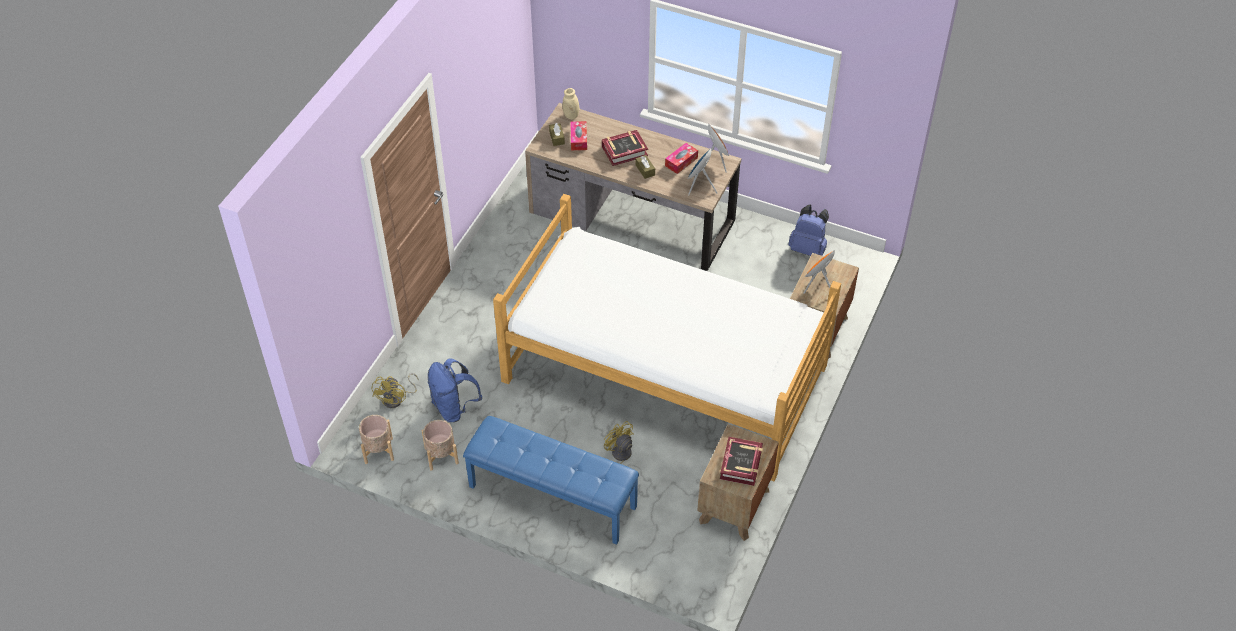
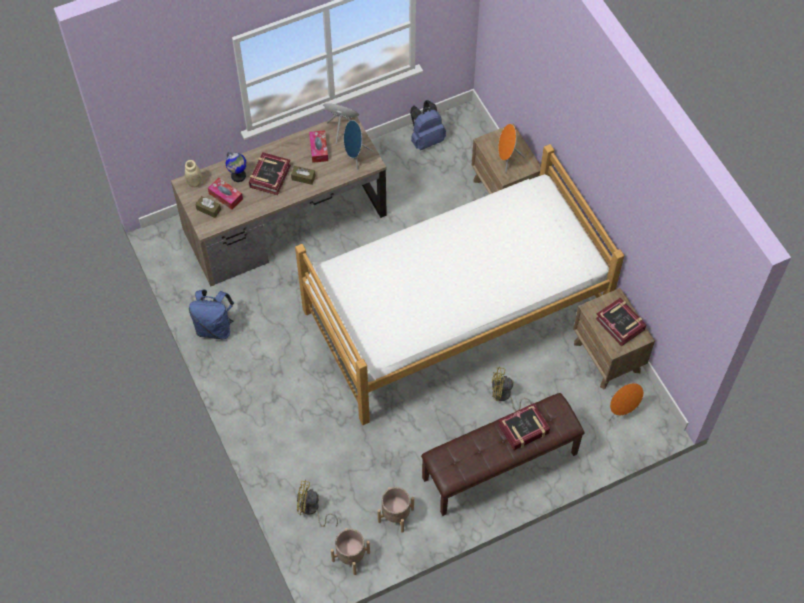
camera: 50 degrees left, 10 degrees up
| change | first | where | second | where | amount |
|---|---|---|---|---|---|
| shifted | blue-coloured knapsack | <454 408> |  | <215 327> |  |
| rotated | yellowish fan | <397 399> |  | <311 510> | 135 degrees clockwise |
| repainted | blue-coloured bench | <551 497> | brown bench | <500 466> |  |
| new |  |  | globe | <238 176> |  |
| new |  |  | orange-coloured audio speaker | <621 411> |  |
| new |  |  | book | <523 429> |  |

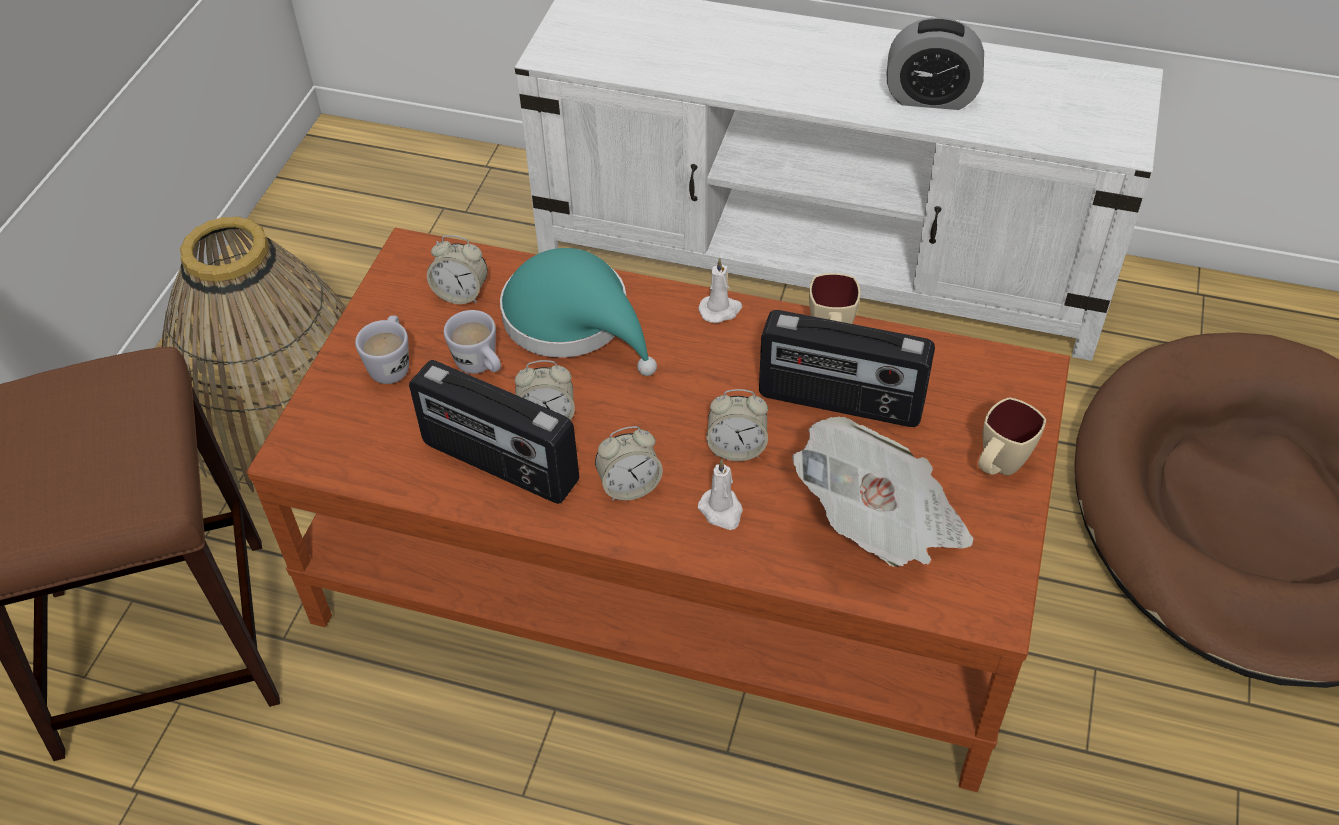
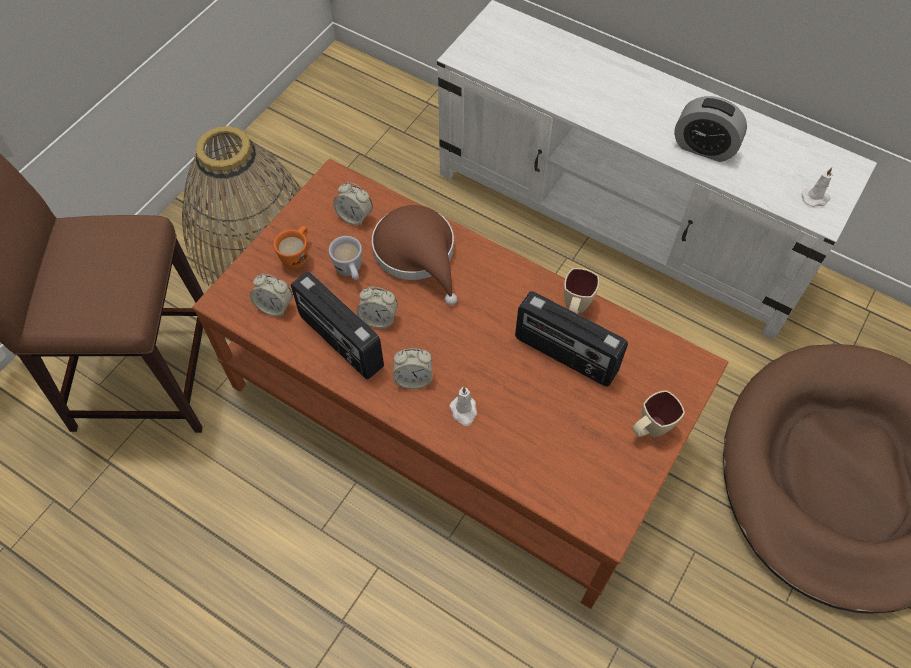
camera: 15 degrees right, 10 degrees up
| change | first | where | second | where | amount |
|---|---|---|---|---|---|
| repainted | turquoise-coloured clothing hat | <574 321> | brown clothing hat | <418 254> |  |
| shifted | white-coloured wax light | <720 310> |  | <815 198> |  |
| repainted | white-coloured tea mug | <392 364> | orange-coloured tea mug | <298 256> |  |
| shifted | bedside clock | <736 448> |  | <275 306> |  |
| gone | daily paper | <881 523> |  |  |  |

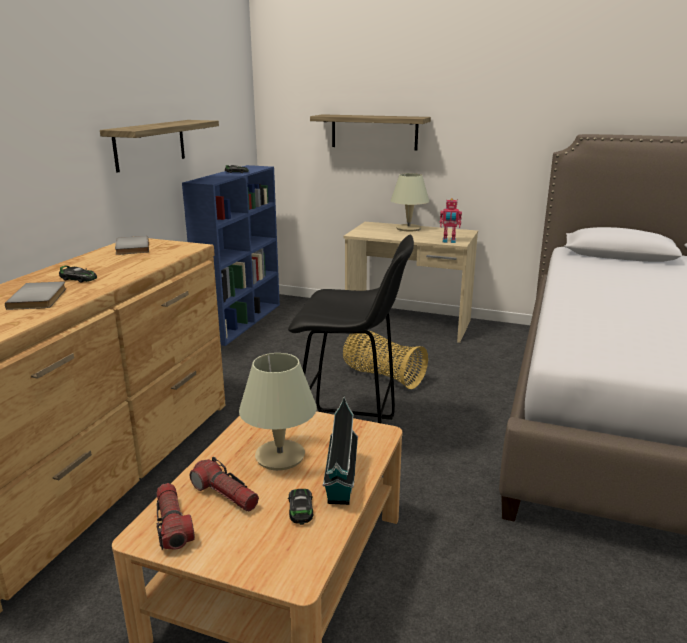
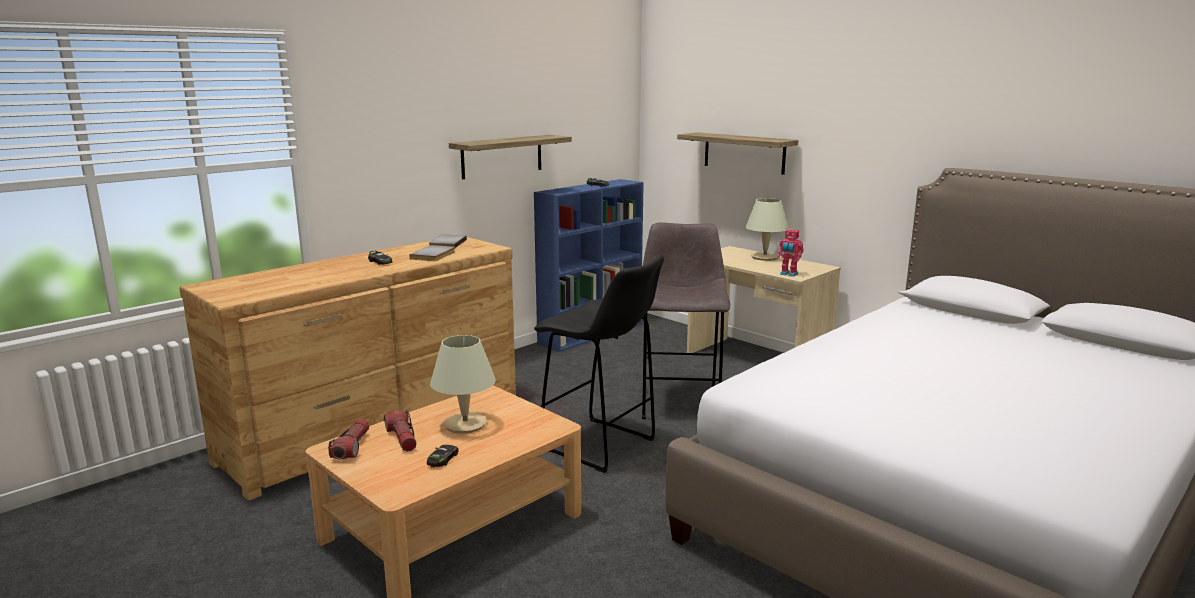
camera: 25 degrees right, 5 degrees down
| change | first | where | second | where | amount |
|---|---|---|---|---|---|
| shifted | grey book | <40 298> |  | <434 255> |  |
| swapped | storage basket | <382 376> | grey stool | <680 403> |  |
| gone | model house | <341 481> |  |  |  |

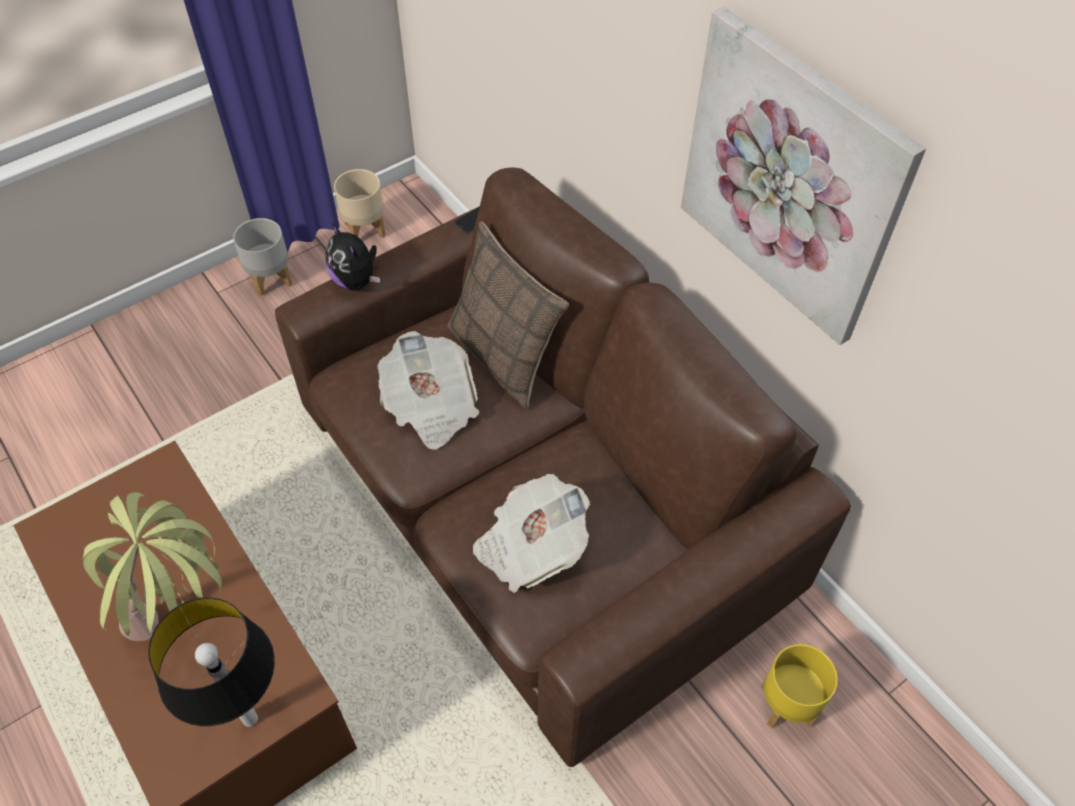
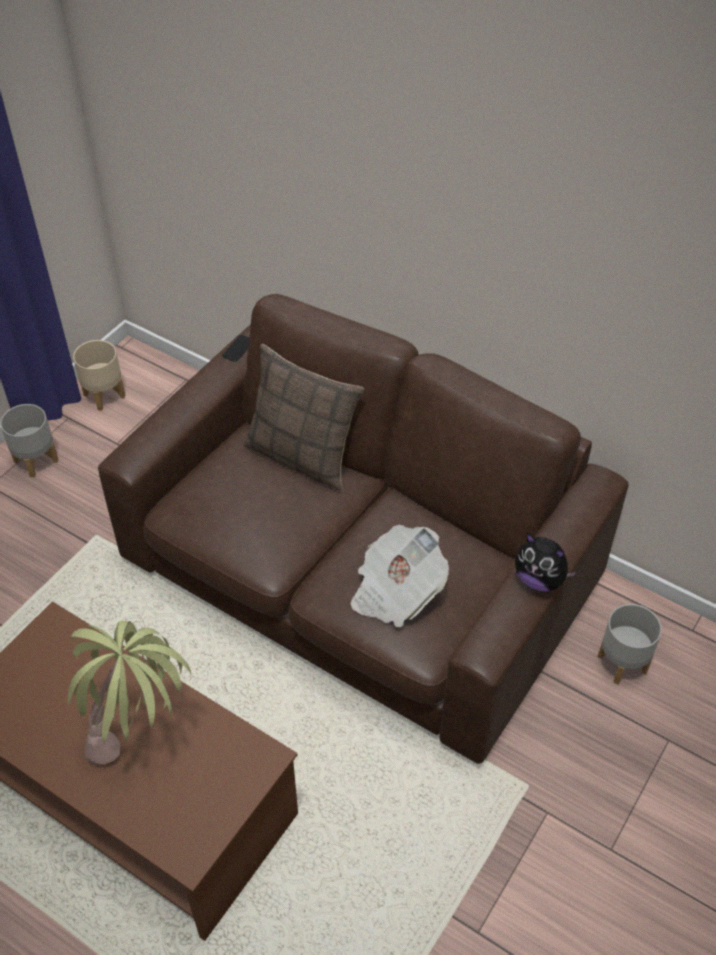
camera: 20 degrees left, 5 degrees down
| change | first | where | second | where | amount |
|---|---|---|---|---|---|
| gone | wall art | <791 178> |  |  |  |
| shifted | cuddly toy | <356 280> |  | <539 579> |  |
| gone | daily paper | <431 406> |  |  |  |
| gone | table lamp | <249 719> |  |  |  |
| repainted | yellowish flower pot | <787 706> | grey flower pot | <622 664> |  |

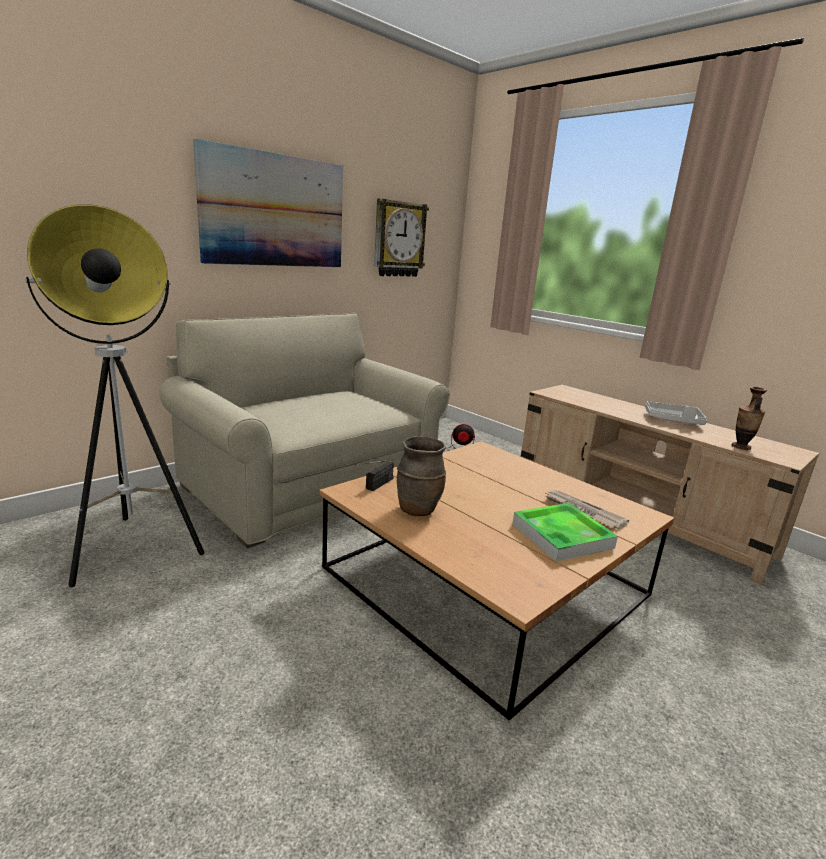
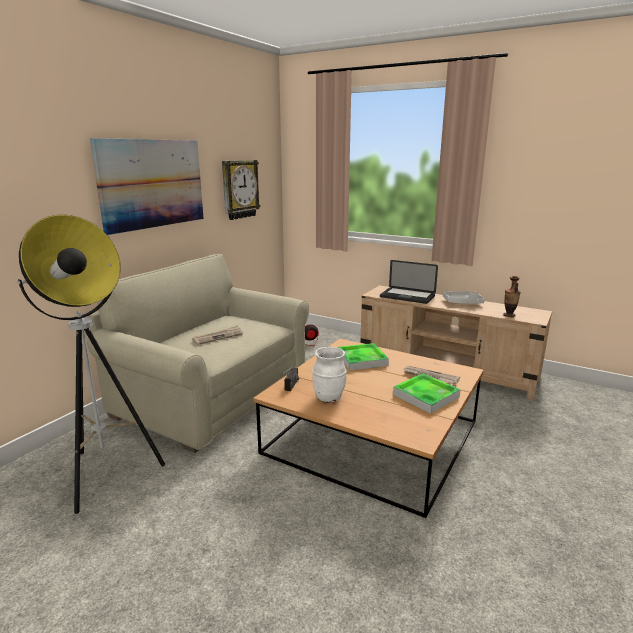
camera: 15 degrees left, 0 degrees up
| change | first | where | second | where | amount |
|---|---|---|---|---|---|
| repainted | brown vase | <418 509> | white-coloured vase | <328 398> |  |
| new |  |  | notebook computer | <407 296> |  |
| new |  |  | daily paper | <218 337> |  |
| new |  |  | carrying tray | <362 359> |  |

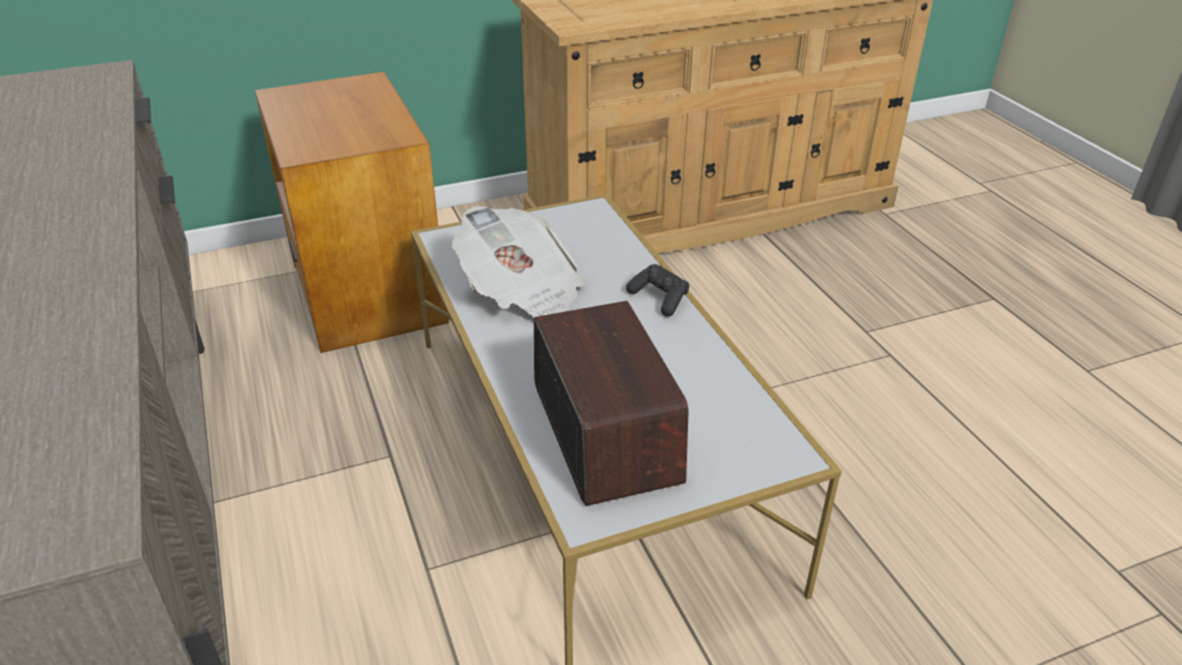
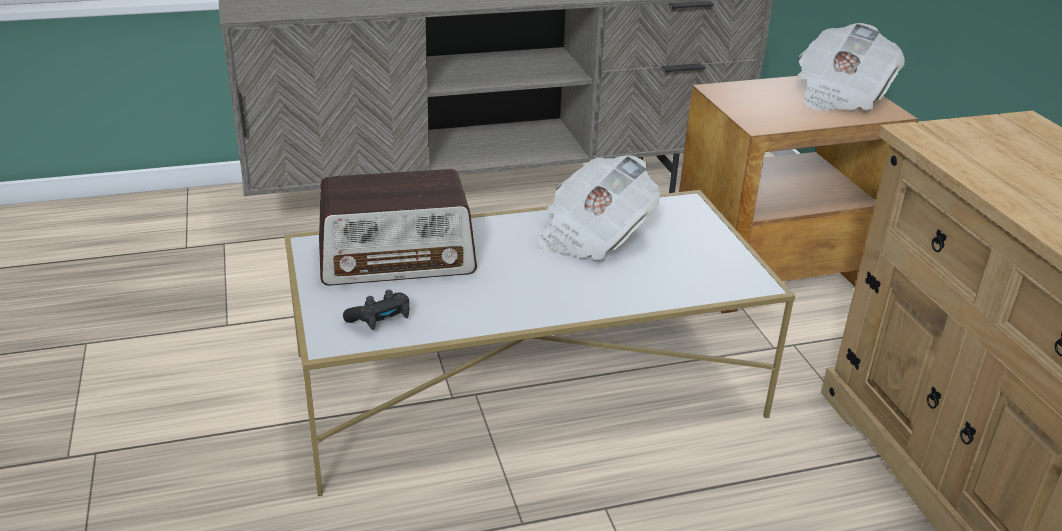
camera: 95 degrees right, 5 degrees down
| change | first | where | second | where | amount |
|---|---|---|---|---|---|
| shifted | black game controller | <659 298> |  | <381 320> |  |
| new |  |  | daily paper | <840 95> |  |

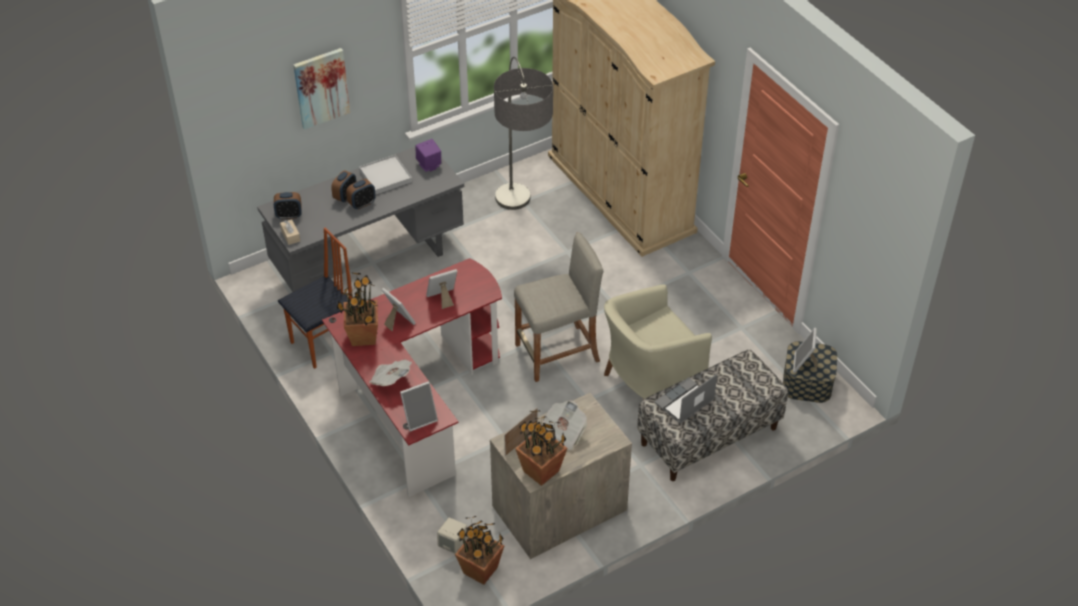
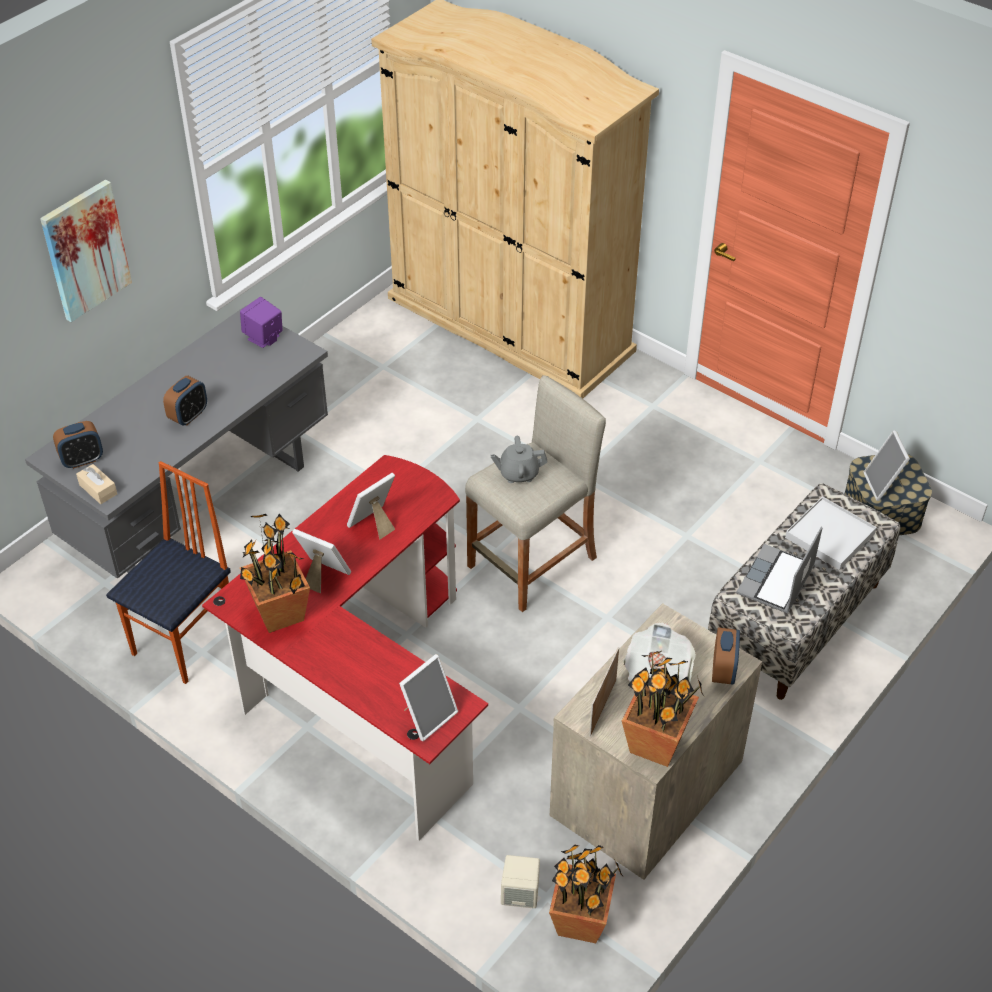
camera: 20 degrees left, 0 degrees up
| change | first | where | second | where | amount |
|---|---|---|---|---|---|
| gone | standard lamp | <520 226> |  |  |  |
| shifted | white-coloured carrying tray | <385 176> |  | <829 536> |  |
| shifted | bedside clock | <345 196> |  | <723 671> |  |
| gone | sand-coloured armchair | <650 382> |  |  |  |
| gone | daily paper | <391 380> |  |  |  |
| new |  |  | grey pot for tea | <518 473> |  |

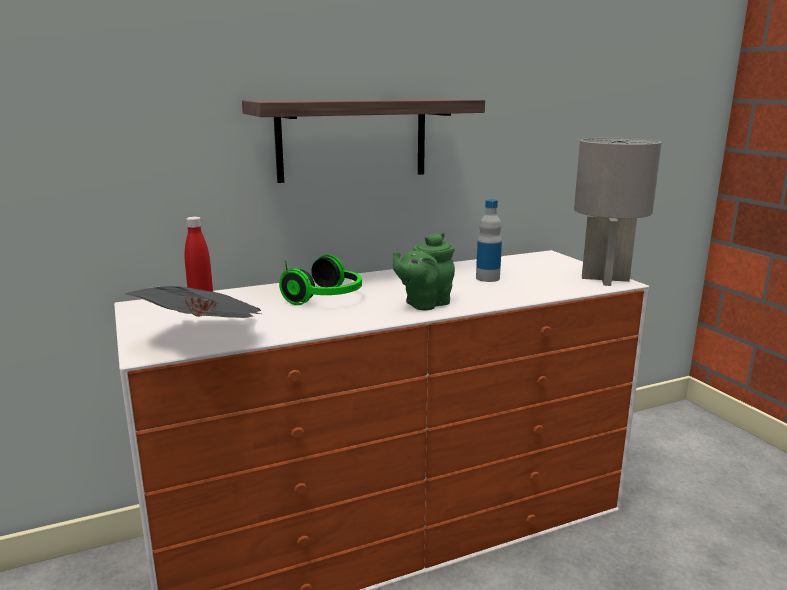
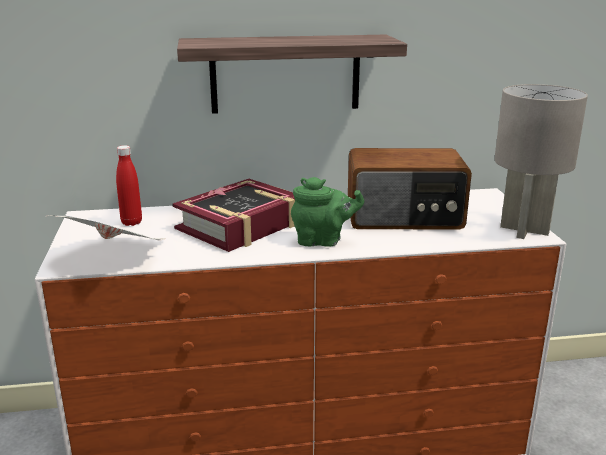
camera: 15 degrees right, 5 degrees up
| change | first | where | second | where | amount |
|---|---|---|---|---|---|
| swapped | drink bottle | <487 278> | radio receiver | <404 217> |  |
| rotated | green-coloured pot for tea | <424 304> |  | <323 241> | 150 degrees counterclockwise |
| swapped | pair of headphones | <327 298> | book | <241 225> |  |

